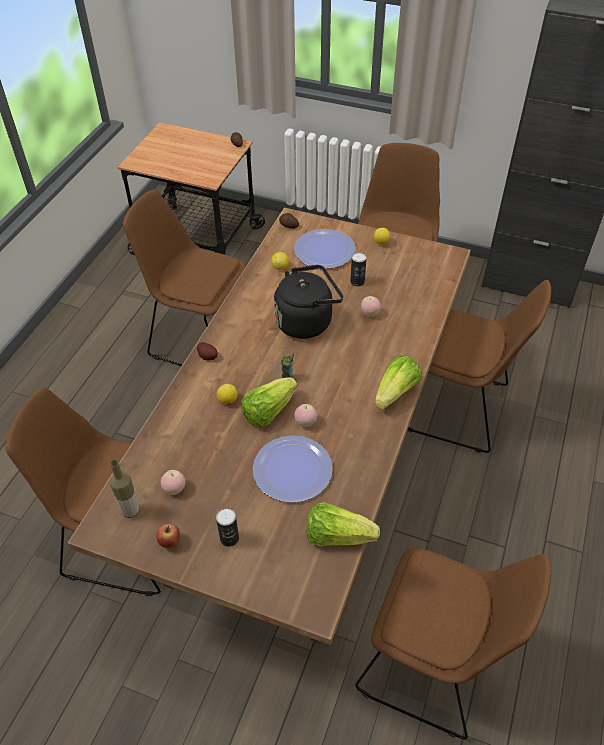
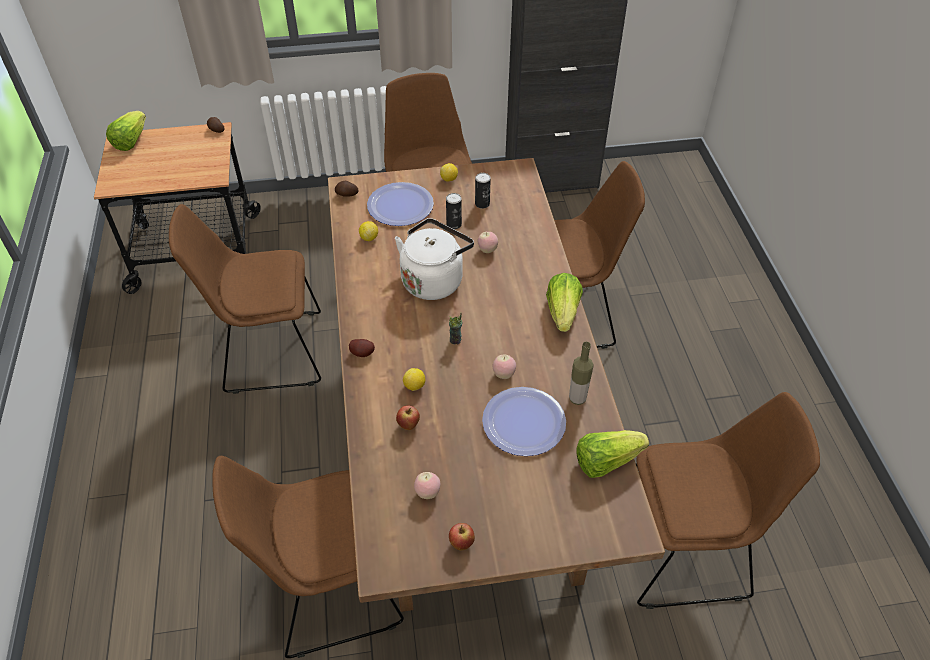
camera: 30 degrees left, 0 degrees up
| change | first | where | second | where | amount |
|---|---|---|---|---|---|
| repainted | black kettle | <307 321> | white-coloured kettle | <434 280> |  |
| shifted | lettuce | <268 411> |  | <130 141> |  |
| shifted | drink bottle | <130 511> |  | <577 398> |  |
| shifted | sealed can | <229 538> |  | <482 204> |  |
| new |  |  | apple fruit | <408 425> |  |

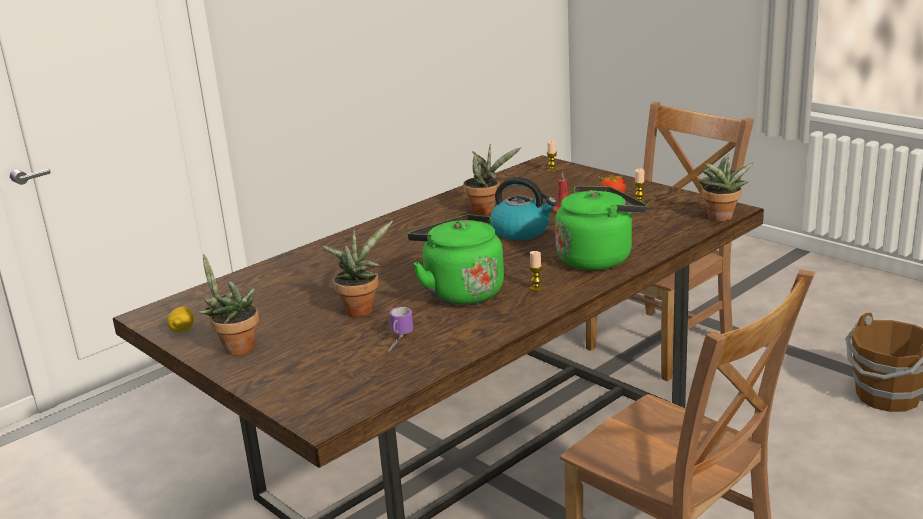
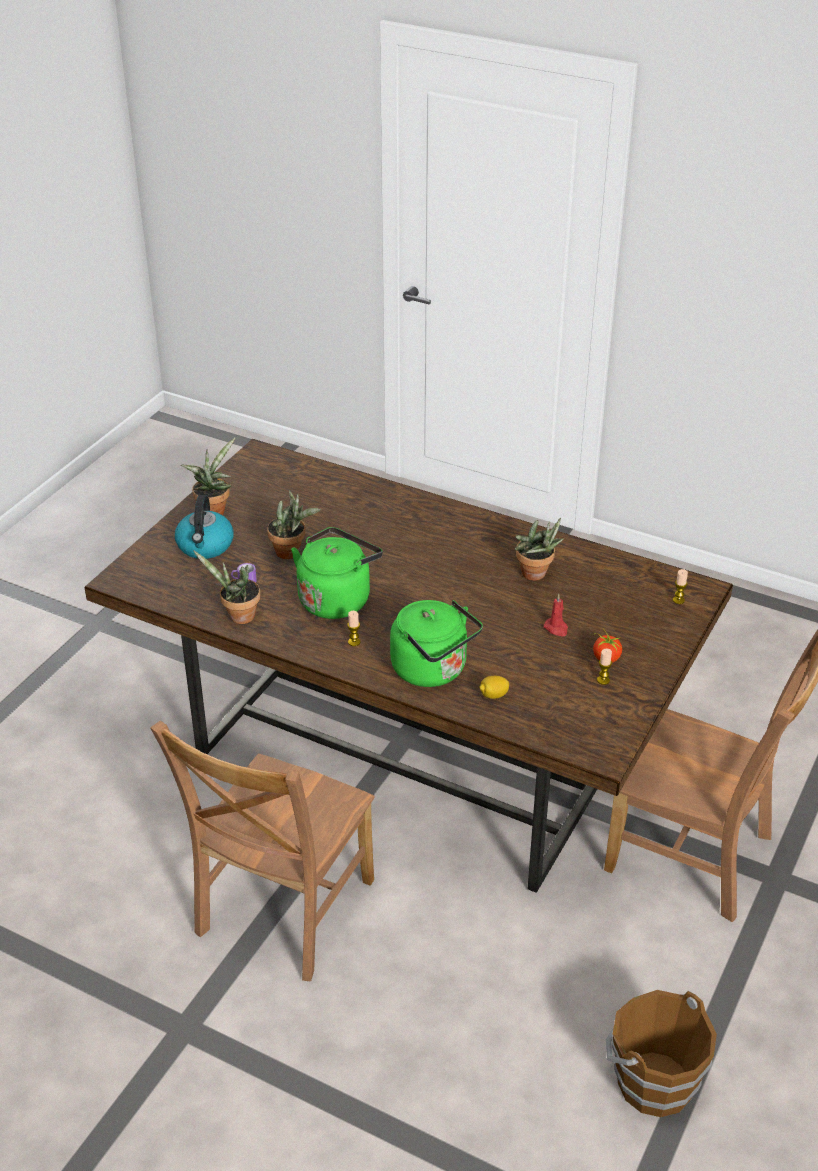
camera: 70 degrees right, 15 degrees up
| change | first | where | second | where | amount |
|---|---|---|---|---|---|
| shifted | houseplant | <720 218> |  | <238 617> |  |
| shifted | kettle | <521 231> |  | <205 546> |  |
| shifted | lemon | <182 330> |  | <493 695> |  |

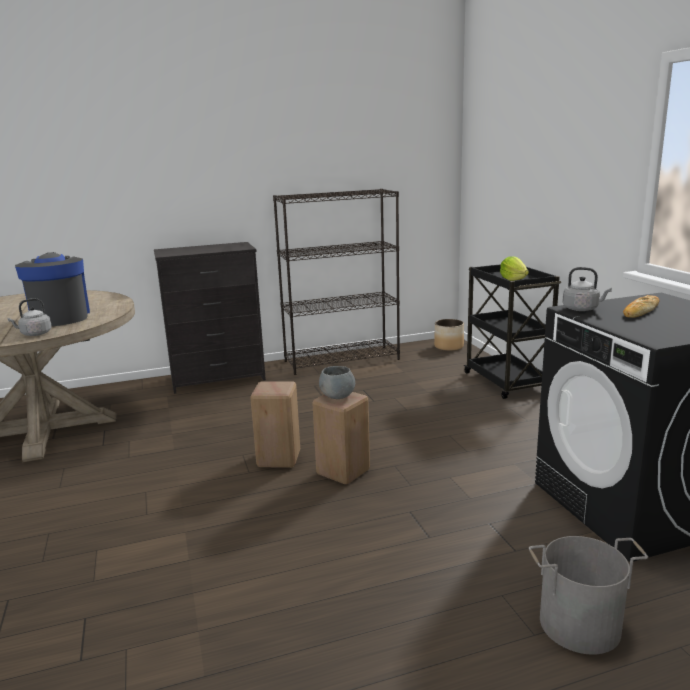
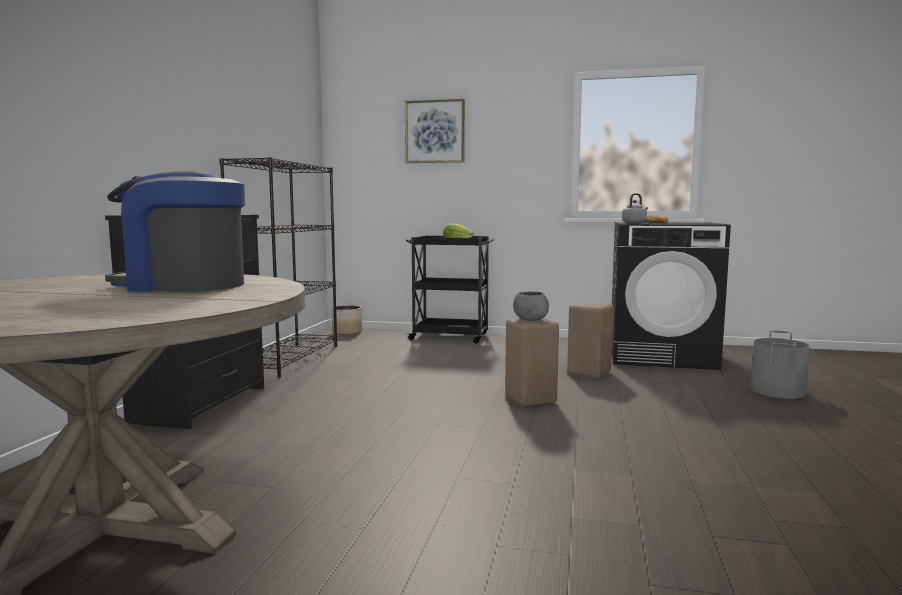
camera: 60 degrees left, 10 degrees down
| change | first | where | second | where | amount |
|---|---|---|---|---|---|
| gone | grey kettle | <34 334> |  |  |  |
| shifted | sand-coloured stool | <280 458> |  | <588 372> |  |
| new |  |  | wall art | <434 131> |  |

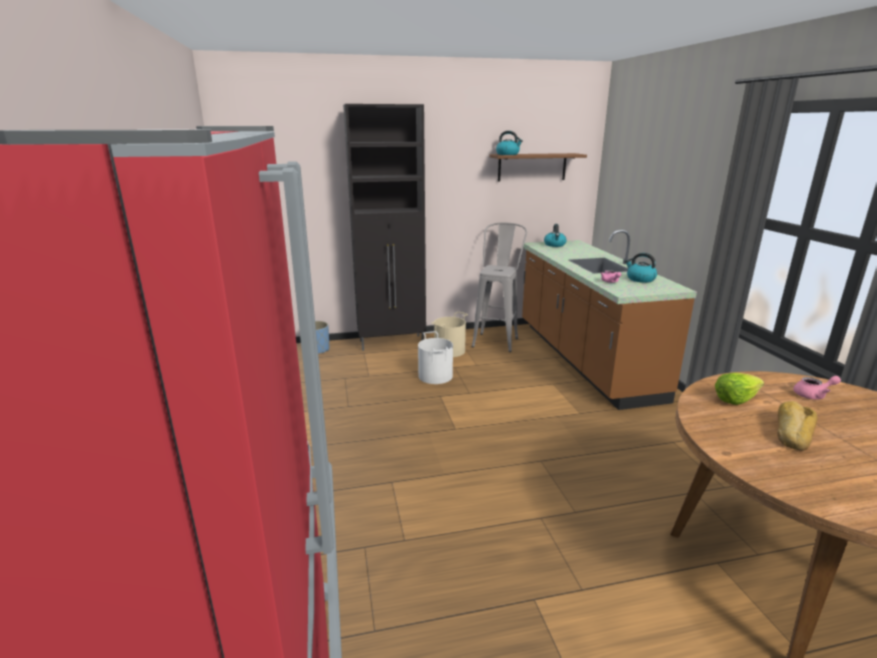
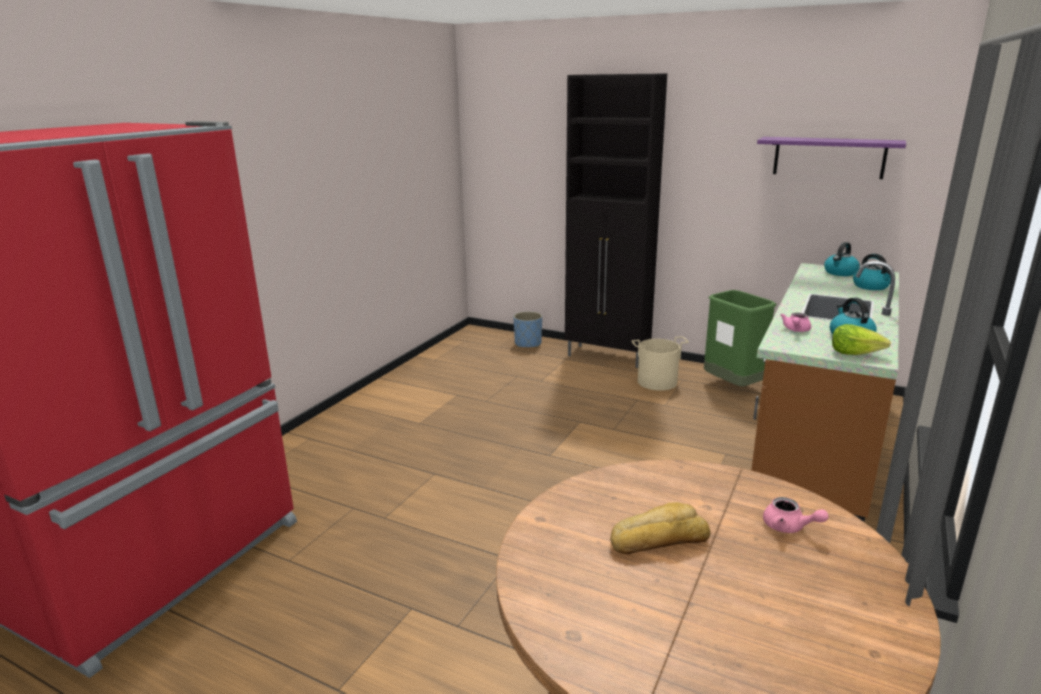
camera: 40 degrees right, 0 degrees up
| change | first | where | second | where | amount |
|---|---|---|---|---|---|
| shifted | kettle | <508 154> |  | <871 286> |  |
| repainted | brown wall shelf | <532 167> | purple-coloured wall shelf | <829 157> |  |
| swapped | grey stool | <497 340> | green-coloured rubbish bin | <732 386> |  |
| gone | white-coloured bucket | <436 376> |  |  |  |
| shifted | lettuce | <735 399> |  | <855 353> |  |

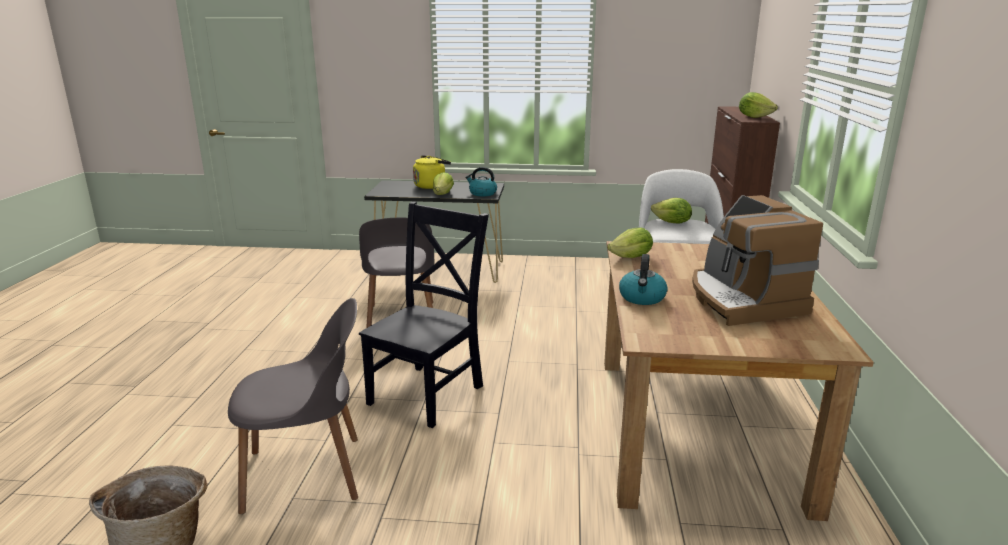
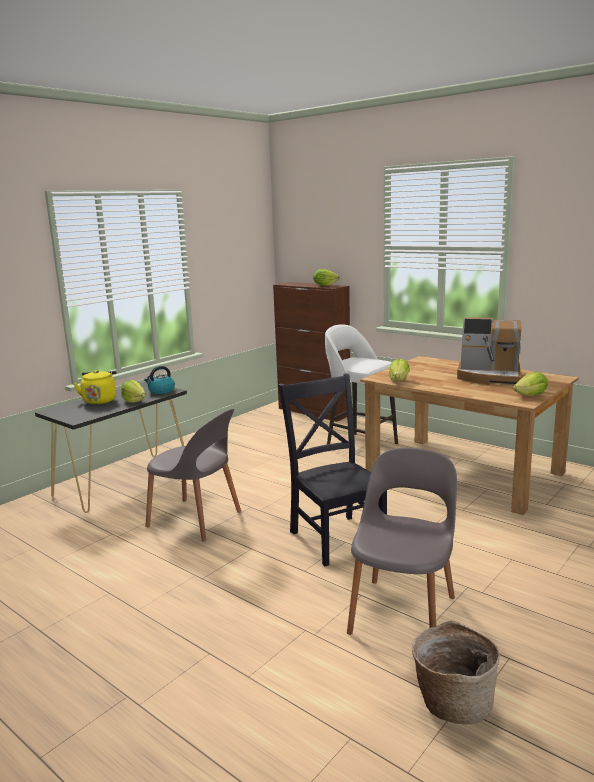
camera: 55 degrees left, 5 degrees down
| change | first | where | second | where | amount |
|---|---|---|---|---|---|
| shifted | lettuce | <672 223> |  | <531 395> |  |
| gone | kettle | <642 298> |  |  |  |

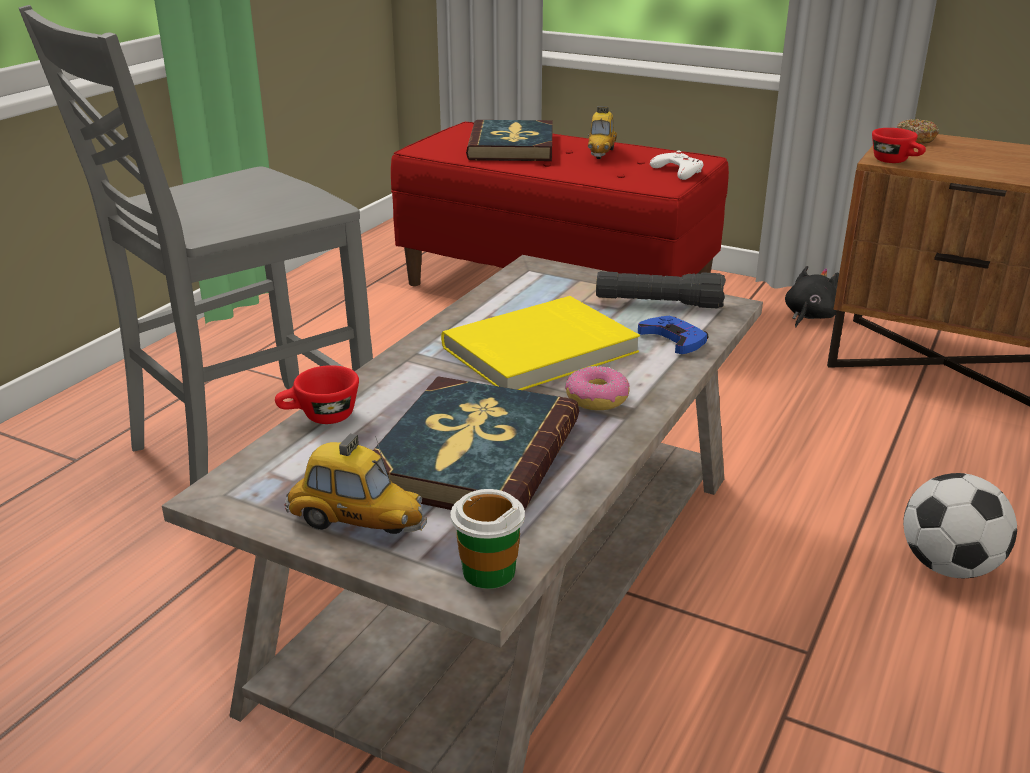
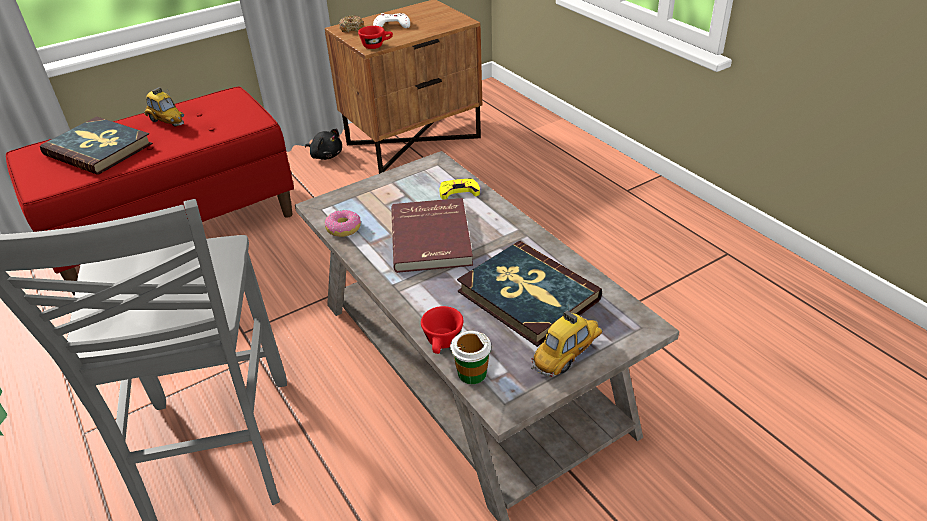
camera: 60 degrees left, 10 degrees up
| change | first | where | second | where | amount |
|---|---|---|---|---|---|
| shifted | white-coloured game controller | <678 171> |  | <392 25> |  |
| rotated | black cuddly toy | <809 316> |  | <326 155> | 150 degrees clockwise |
| gone | black flashlight | <658 303> |  |  |  |
| repainted | yellowish book | <542 351> | red-coloured book | <433 238> |  |
| repainted | blue-coloured game controller | <674 339> | yellowish game controller | <459 191> |  |
| shifted | doughnut | <597 399> |  | <344 228> |  |
| gone | football | <949 566> |  |  |  |
| shifted | cup | <488 571> |  | <472 373> |  |

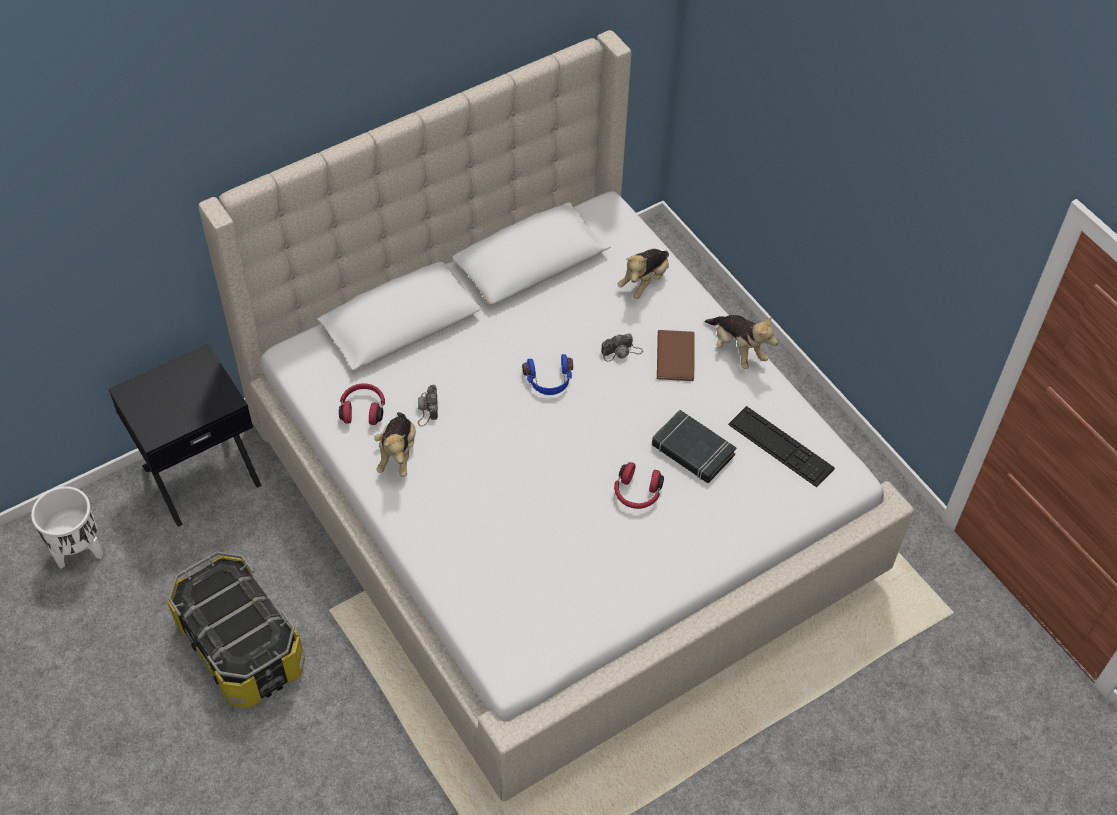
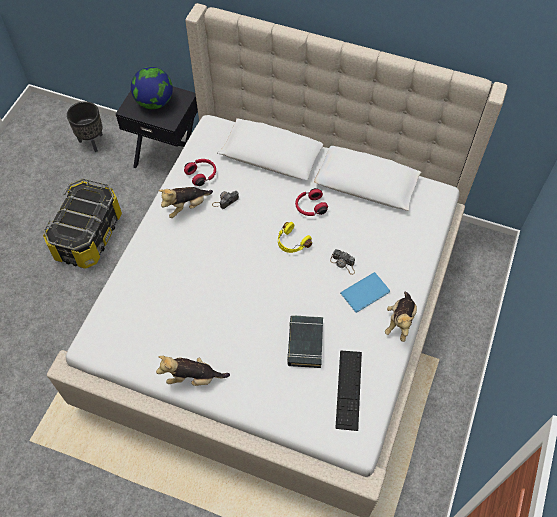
camera: 55 degrees right, 5 degrees up
| change | first | where | second | where | amount |
|---|---|---|---|---|---|
| shifted | cuddly toy | <644 281> |  | <193 378> |  |
| repainted | brown book | <677 355> | blue-coloured book | <366 293> |  |
| repainted | blue-coloured pair of headphones | <549 381> | yellowish pair of headphones | <292 243> |  |
| shifted | red-coloured pair of headphones | <637 493> |  | <310 207> |  |
| repainted | white-coloured flower pot | <79 551> | black flower pot | <92 142> |  |
| new |  |  | globe | <154 102> |  |

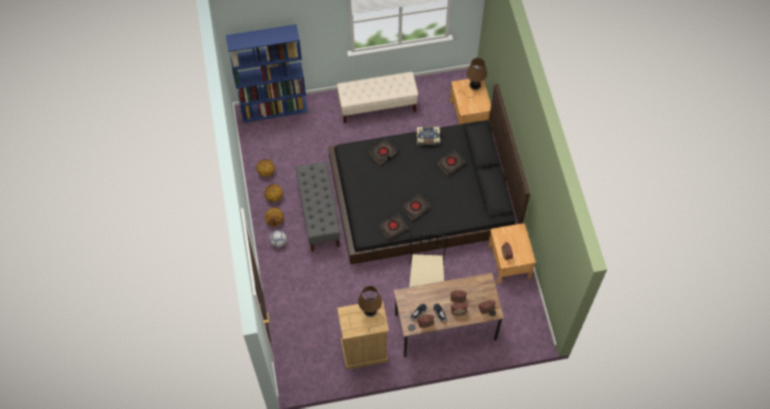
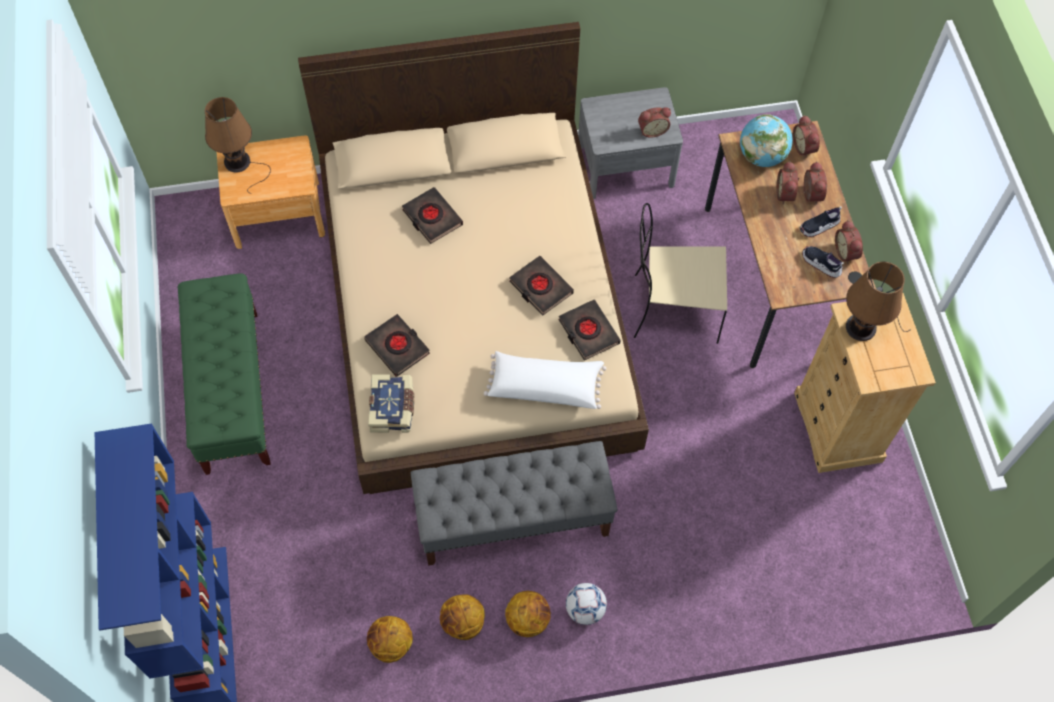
camera: 90 degrees left, 0 degrees up
| change | first | where | second | where | amount |
|---|---|---|---|---|---|
| repainted | sand-coloured bench | <377 107> | green-coloured bench | <232 391> |  |
| repainted | black sleeping bed | <423 197> | sand-coloured sleeping bed | <475 307> |  |
| shifted | book | <428 139> |  | <393 408> |  |
| repainted | brown bedside table | <509 261> | grey bedside table | <625 165> |  |
| new |  |  | globe | <761 156> |  |
| new |  |  | white-coloured cushion | <545 385> |  |

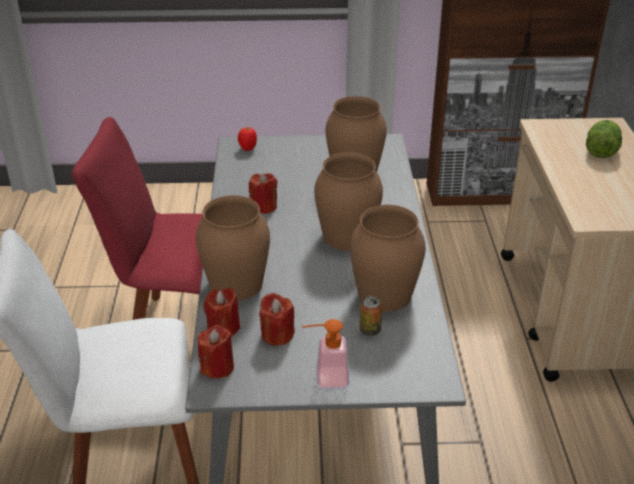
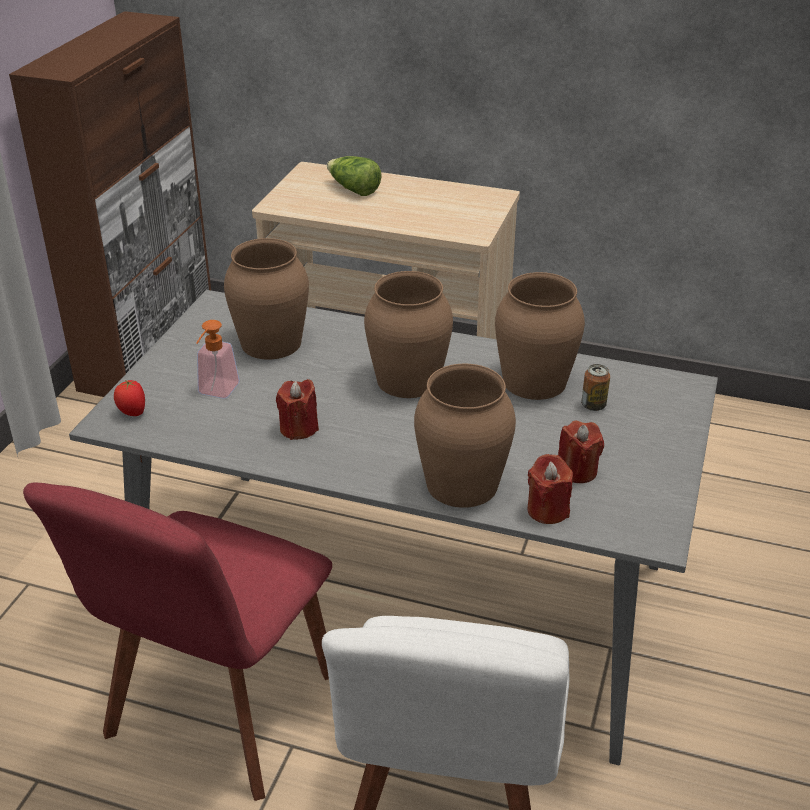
camera: 70 degrees left, 0 degrees up
| change | first | where | second | where | amount |
|---|---|---|---|---|---|
| shifted | soap dispenser | <325 378> |  | <215 393> |  |
| gone | red-coloured wax light | <217 367> |  |  |  |

